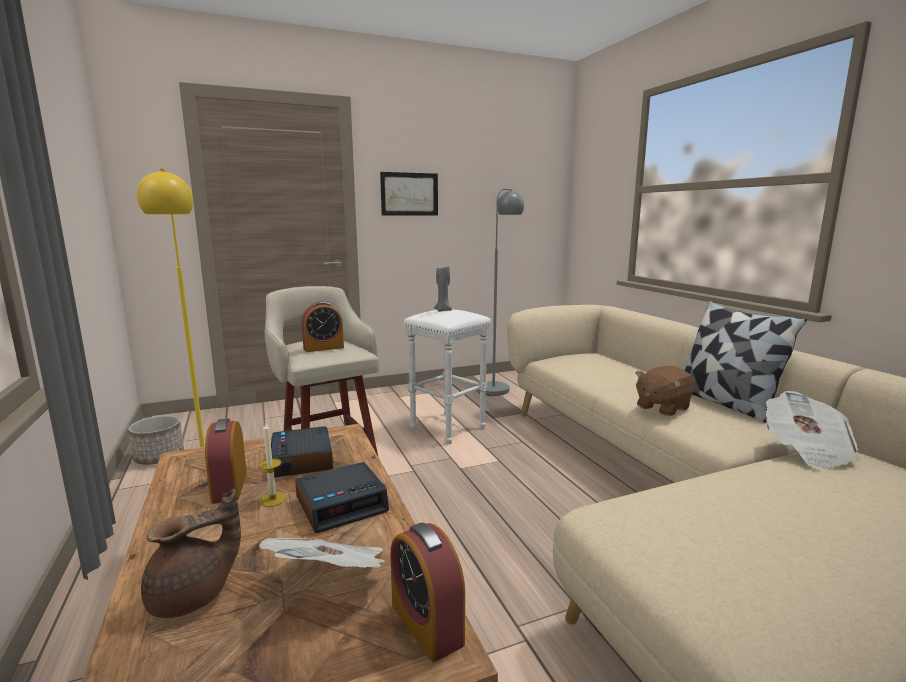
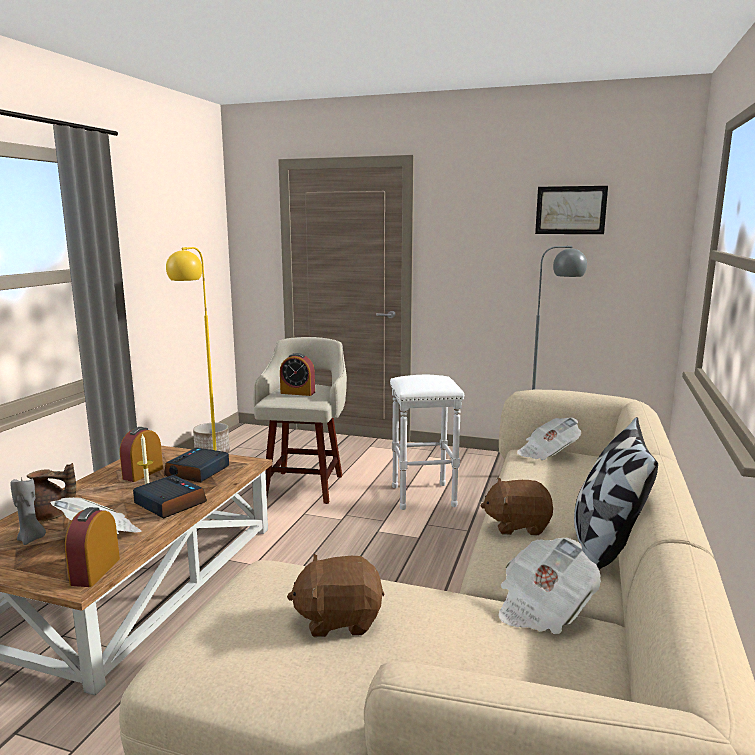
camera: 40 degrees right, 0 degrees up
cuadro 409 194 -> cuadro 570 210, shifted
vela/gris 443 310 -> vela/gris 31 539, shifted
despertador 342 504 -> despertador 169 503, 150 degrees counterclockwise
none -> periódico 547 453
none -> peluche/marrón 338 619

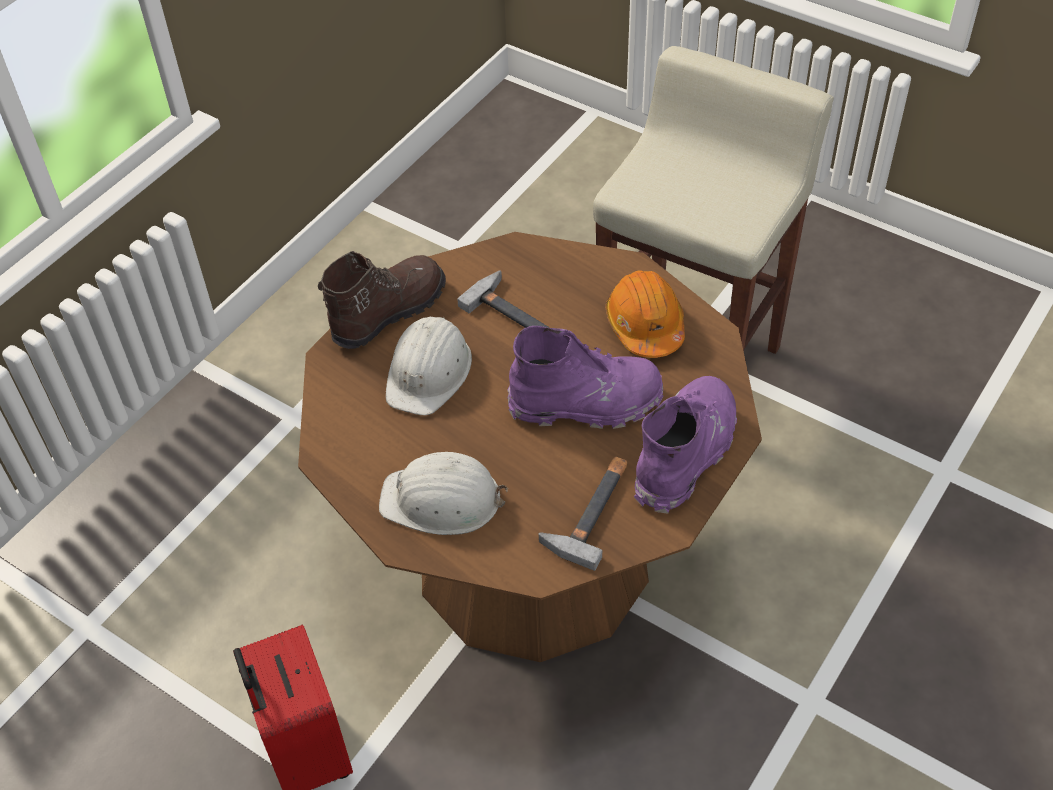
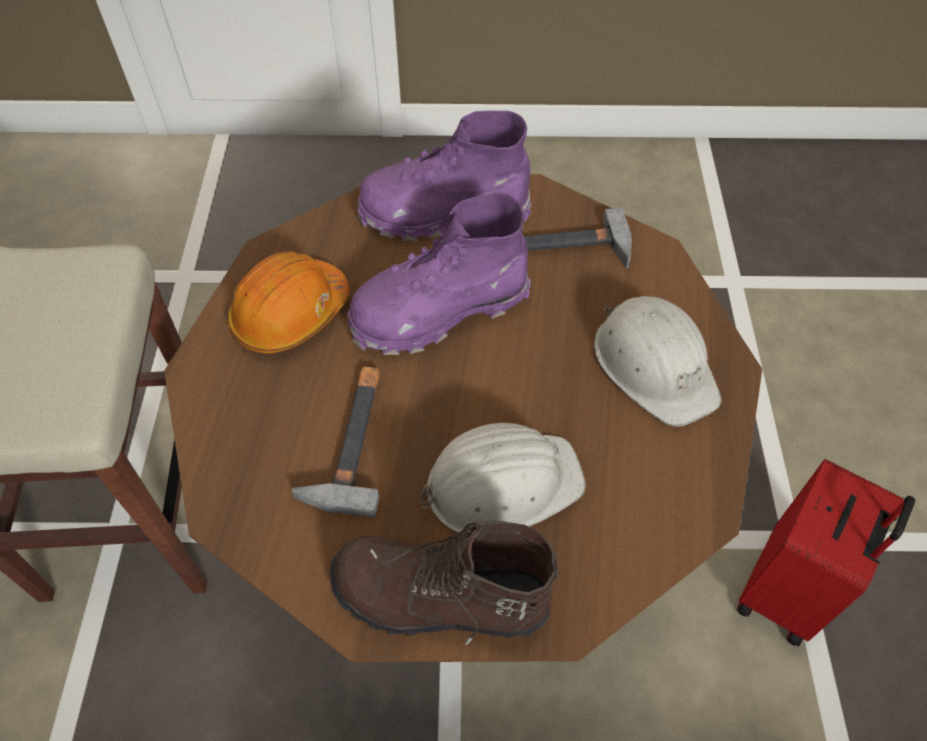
camera: 125 degrees left, 5 degrees up
bota/morado 586 404 -> bota/morado 438 311, 75 degrees counterclockwise

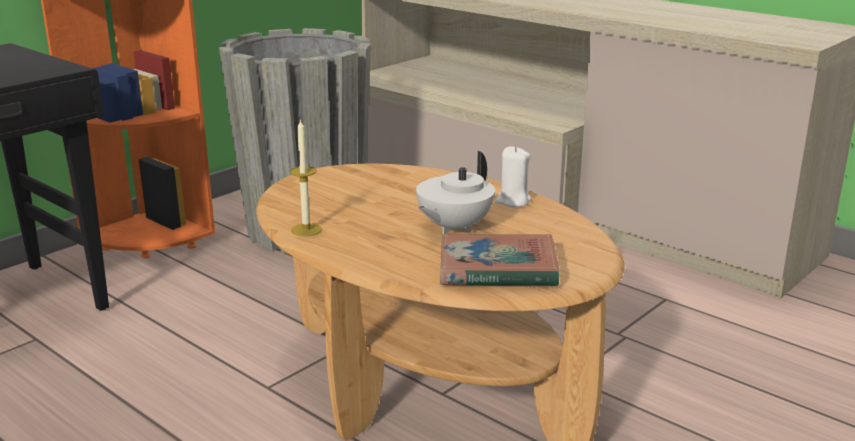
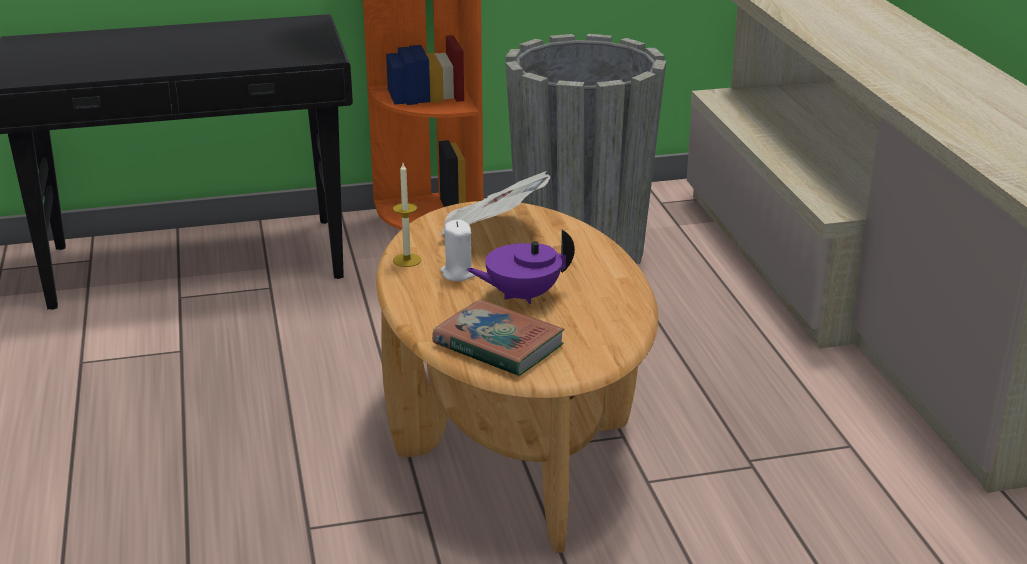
camera: 35 degrees right, 5 degrees up
vela/blanco 513 201 -> vela/blanco 457 274, shifted
tetera/blanco 453 227 -> tetera/morado 522 295
none -> periódico 491 232

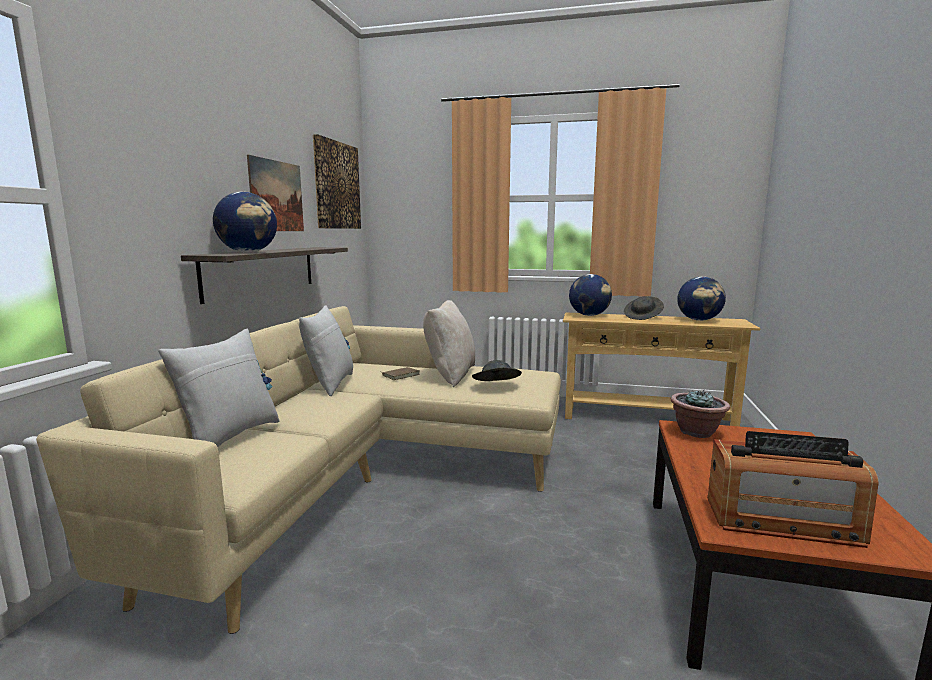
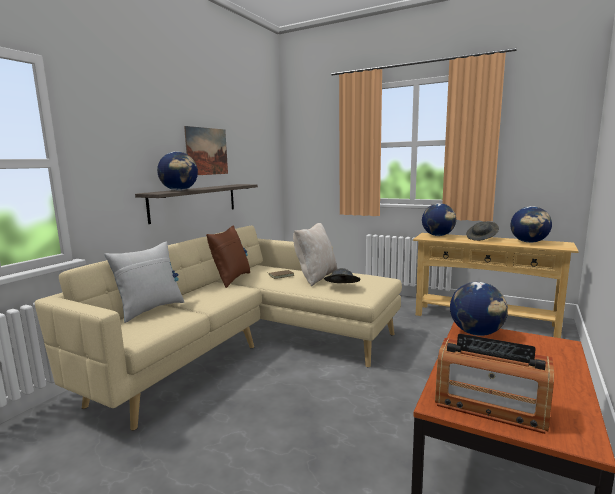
camera: 15 degrees right, 0 degrees up
cuadro 336 185 -> none
cojín/gris 330 385 -> cojín/marrón 231 279
planta en maceta 696 432 -> globo terráqueo 476 333

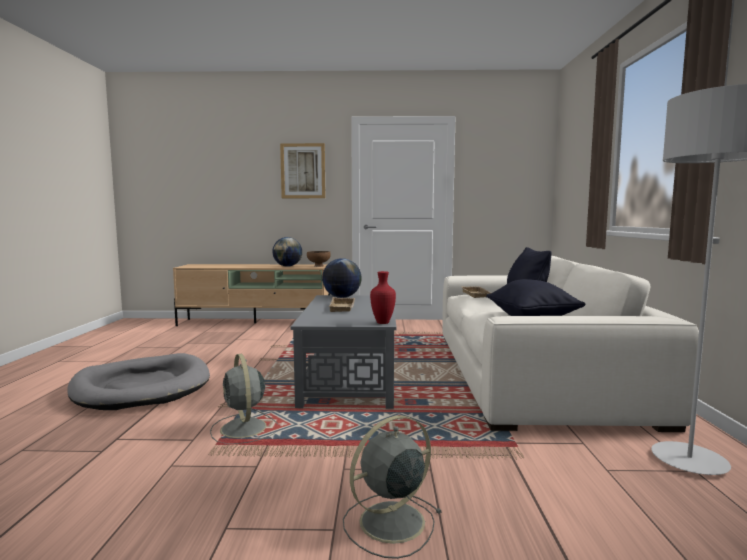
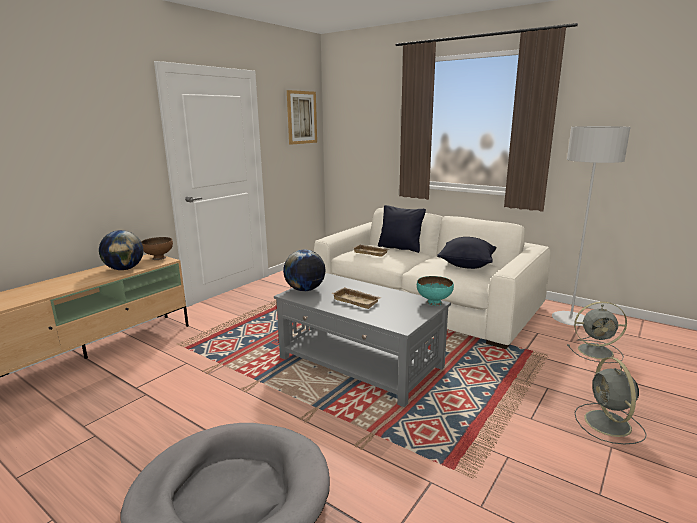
camera: 55 degrees left, 10 degrees up
cuadro 303 171 -> cuadro 302 117, shifted
florero/rojo 383 322 -> cuenco/turquesa 433 302
ventilador/gris 244 429 -> ventilador/gris 597 351, shifted

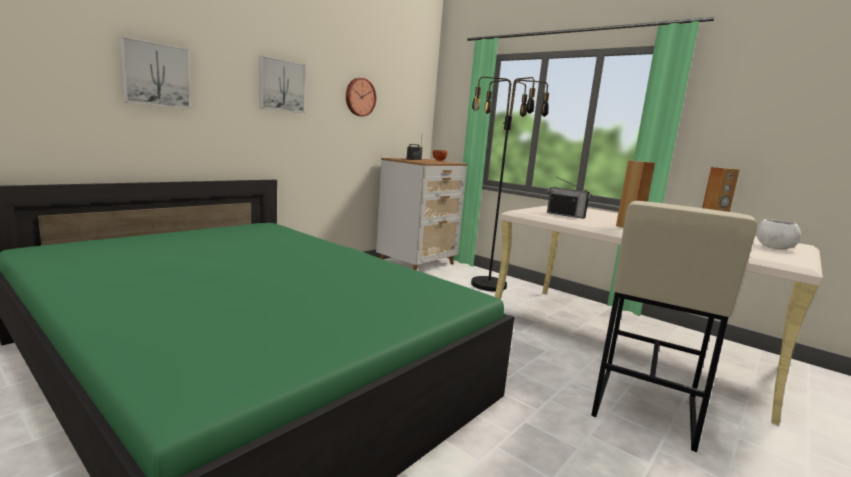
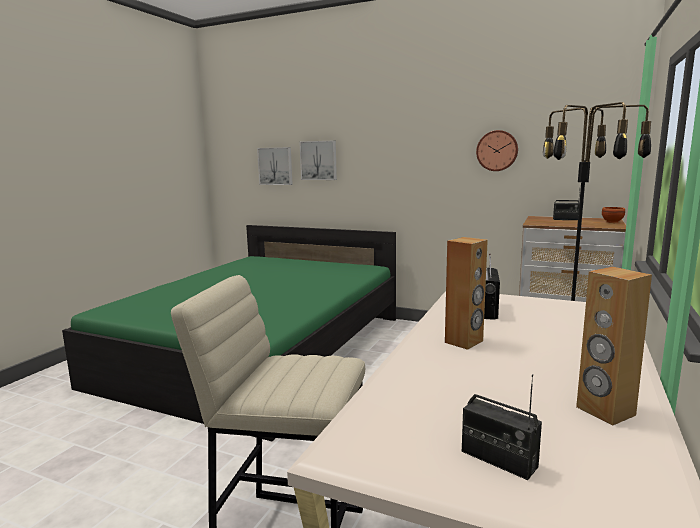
camera: 75 degrees right, 0 degrees up
cuadro 281 85 -> cuadro 276 166, shifted
cuenco/blanco 774 248 -> radio 498 459

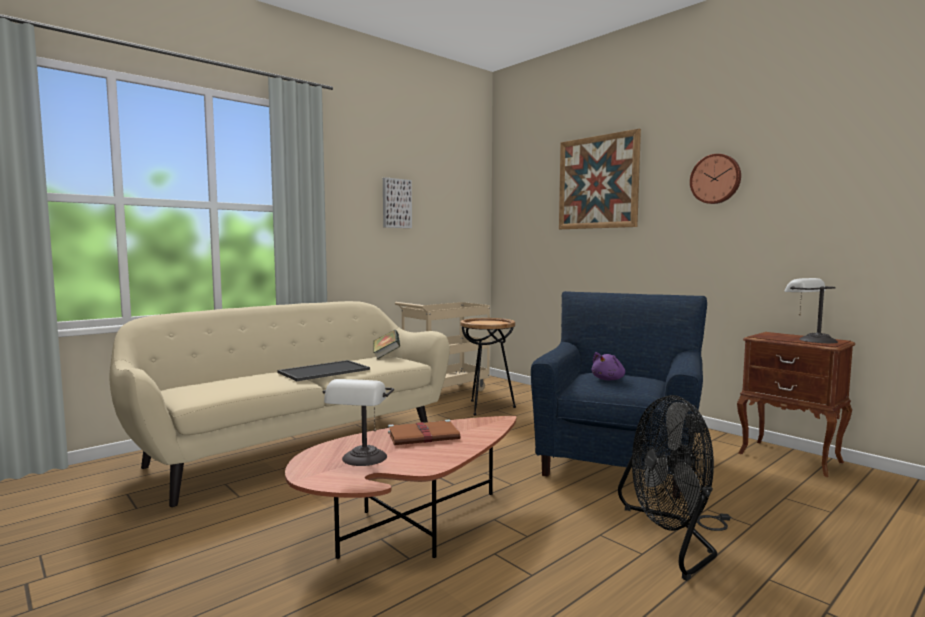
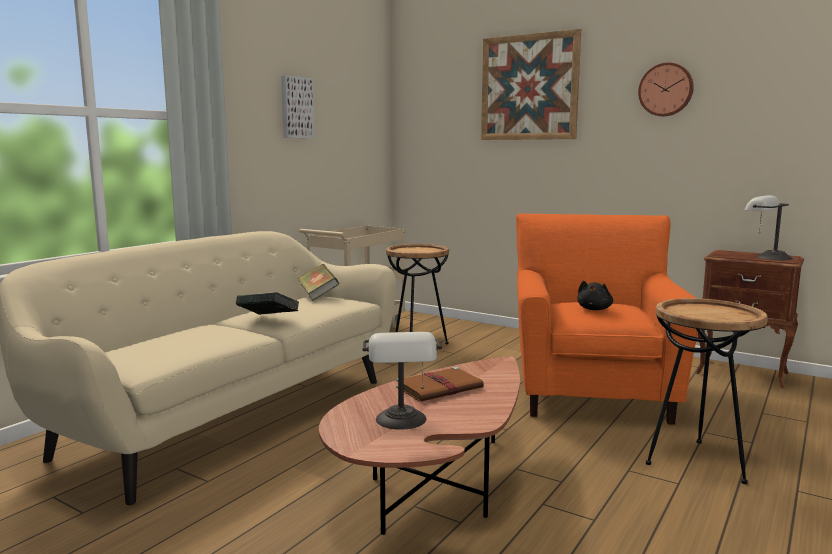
camera: 15 degrees left, 5 degrees up
sillón/azul 617 460 -> sillón/naranja 592 392
peluche/morado 608 379 -> peluche/negro 594 309
bandeja 324 371 -> libro 268 320
ventilador/negro 676 536 -> mesa auxiliar/marrón 696 462

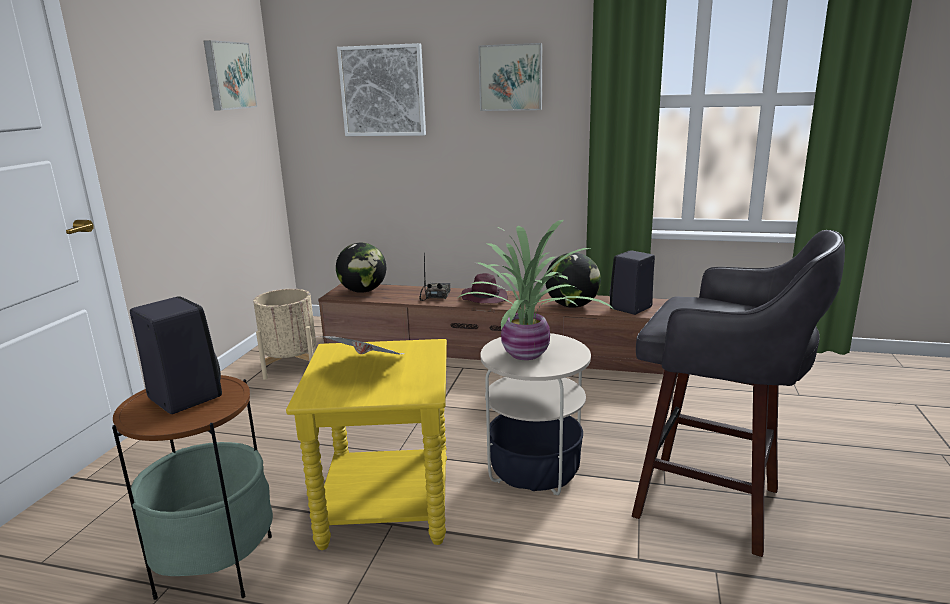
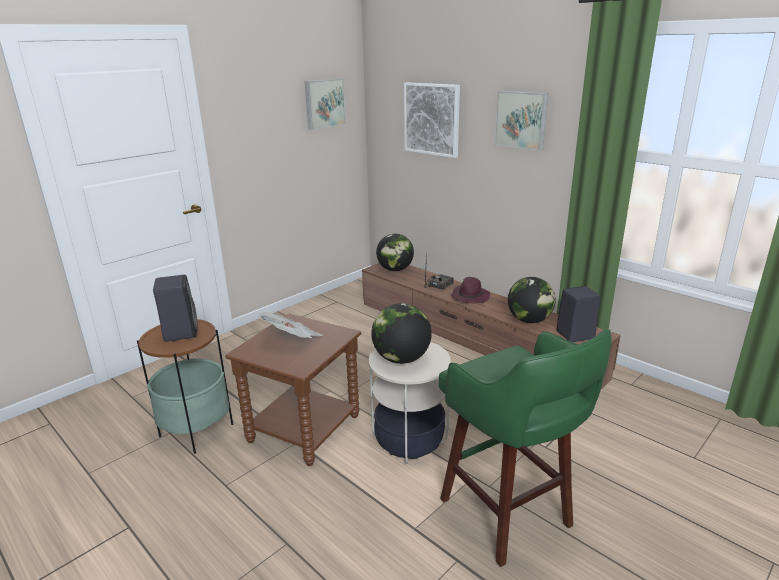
camera: 30 degrees right, 5 degrees up
planta en maceta 527 355 -> globo terráqueo 401 359
taburete/gris 714 506 -> taburete/verde 508 517
maceta/beis 291 366 -> none
mesa auxiliar/amarillo 388 505 -> mesa auxiliar/marrón 304 429

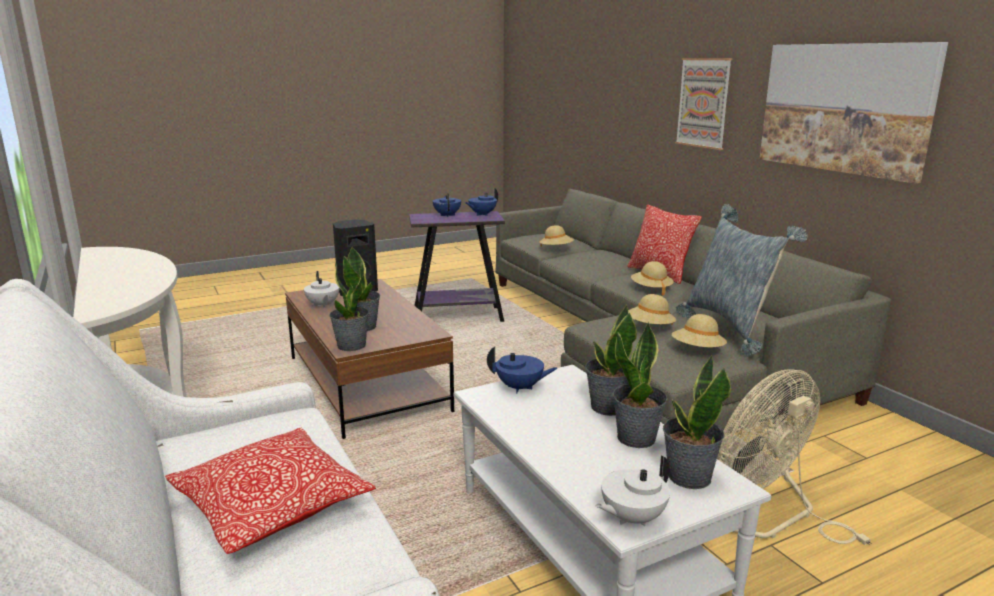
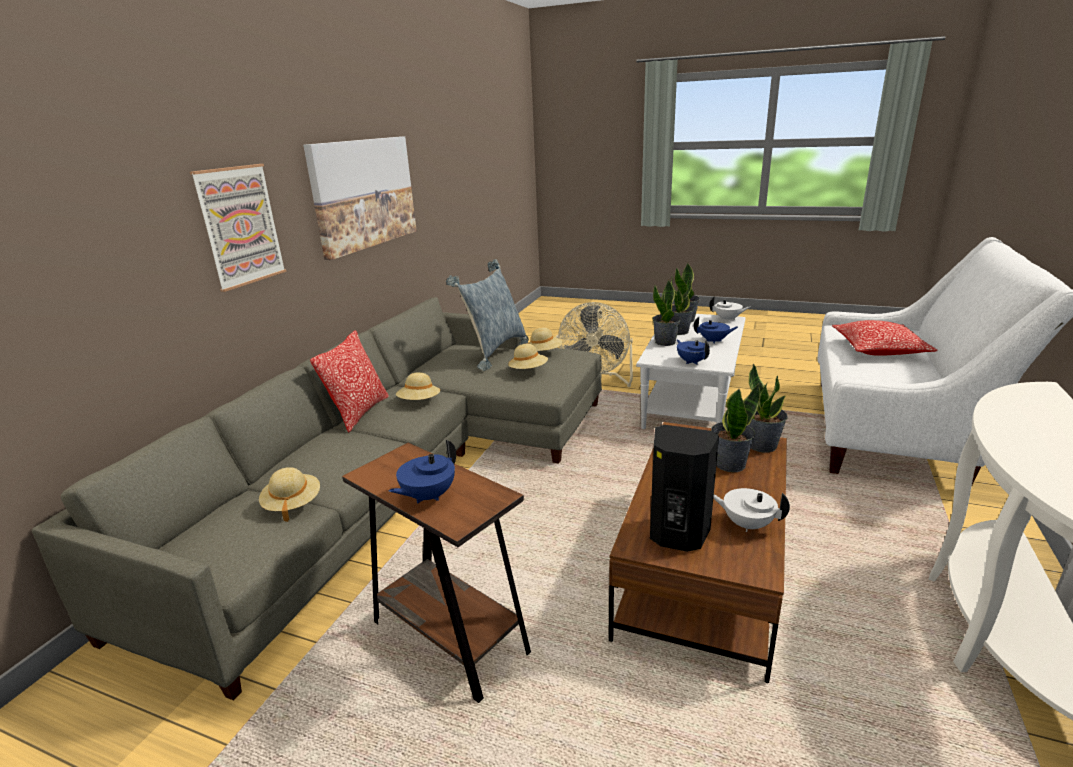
camera: 130 degrees left, 5 degrees up
tetera/azul 482 214 -> tetera/azul 714 341, shifted
mesa auxiliar/morado 458 317 -> mesa auxiliar/marrón 449 636
tetera/blanco 322 305 -> tetera/blanco 747 524, 90 degrees counterclockwise

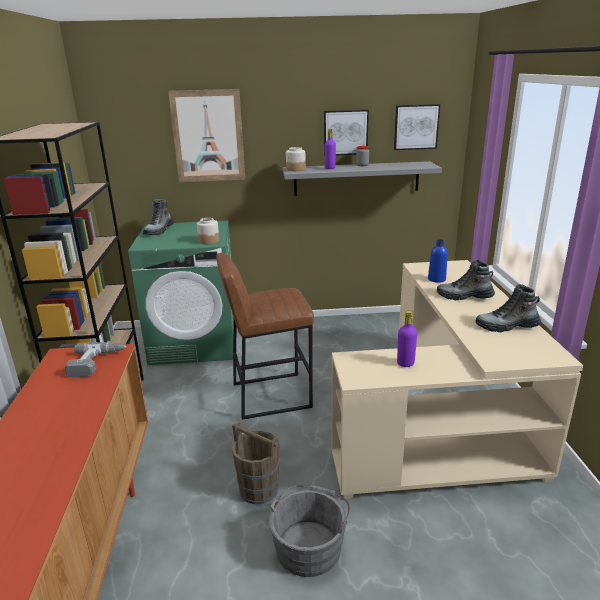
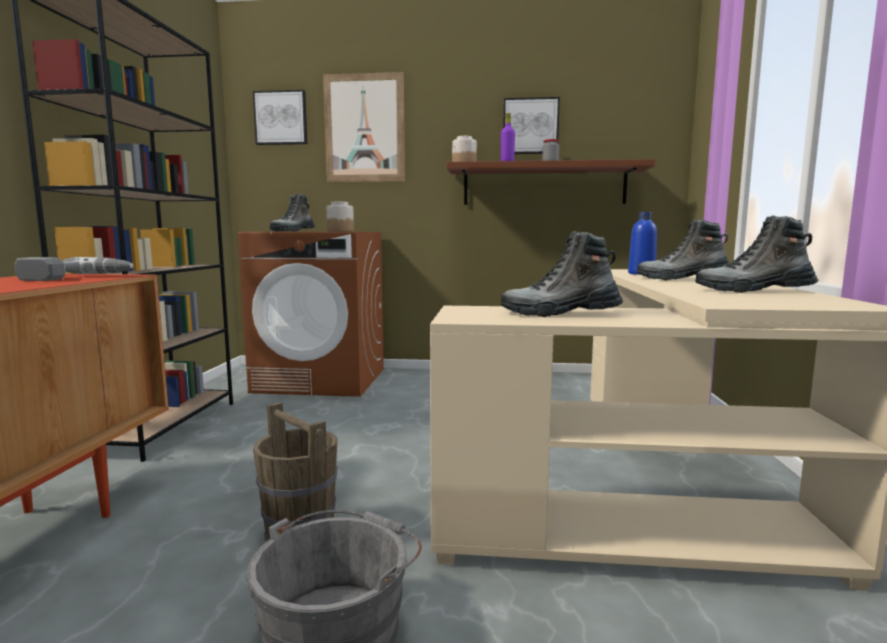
camera: 10 degrees right, 15 degrees down
cuadro 416 127 -> cuadro 281 118, shifted
estante/gris 356 178 -> estante/marrón 544 185
lavadora/verde 196 342 -> lavadora/marrón 322 380
taburete/marrón 270 395 -> none
botella/morado 405 363 -> bota 560 313

